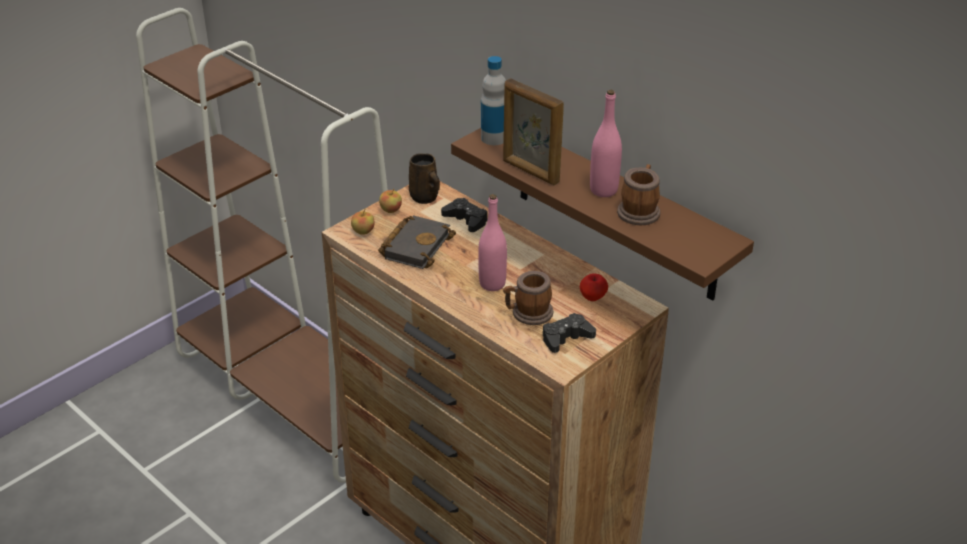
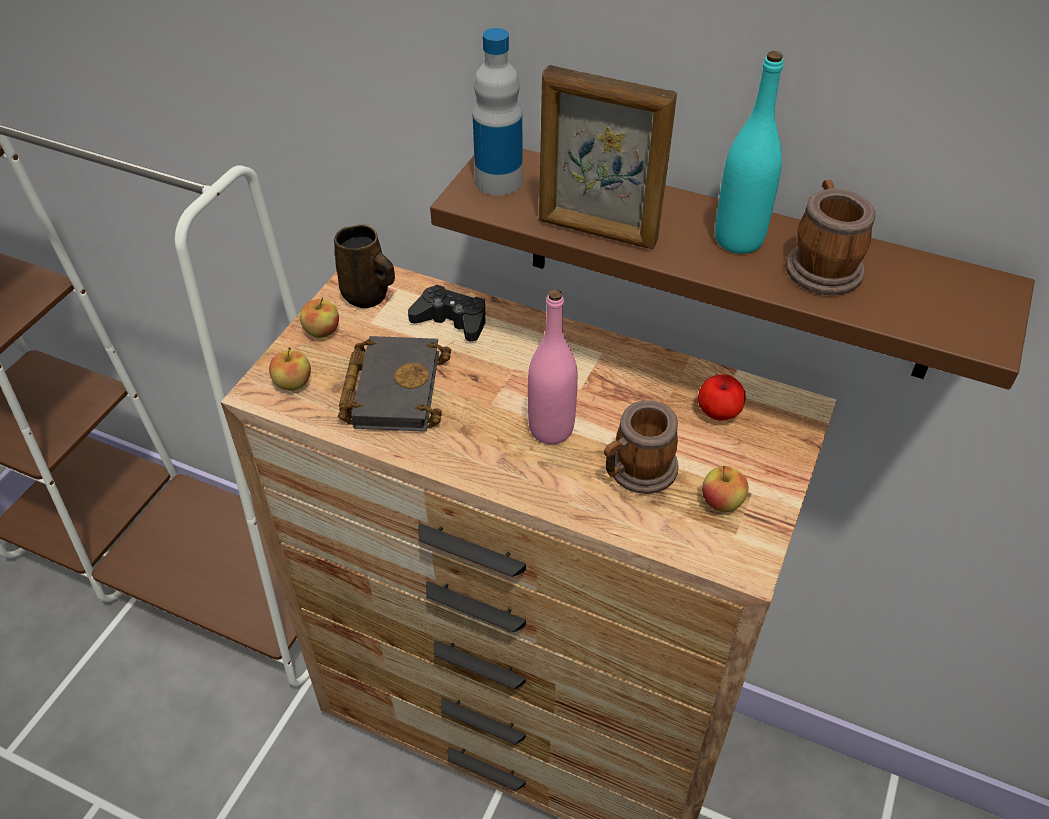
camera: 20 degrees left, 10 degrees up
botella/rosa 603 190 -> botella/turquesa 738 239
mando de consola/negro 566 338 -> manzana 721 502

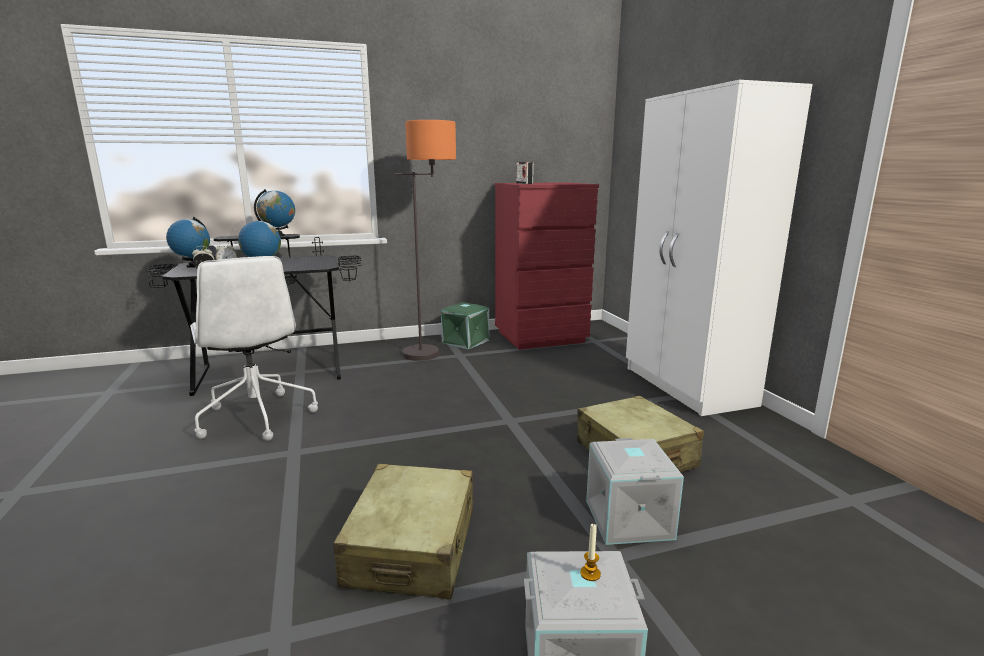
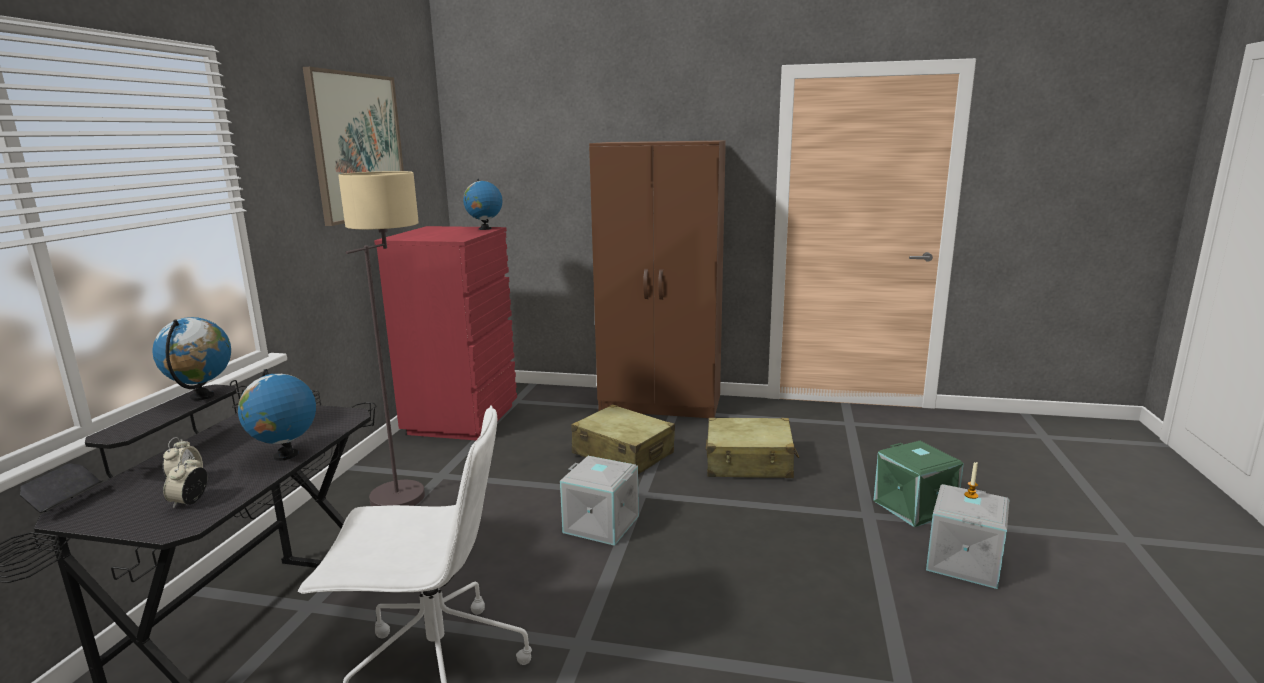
camera: 60 degrees left, 0 degrees up
armario ropero/blanco 687 386 -> armario ropero/marrón 661 404
lámpara de pie/naranja 432 354 -> lámpara de pie/beis 408 491
radio 524 183 -> none
globo terráqueo 193 266 -> globo terráqueo 484 229, shifted
caja de almacenaje/verde 466 342 -> caja de almacenaje/verde 915 507, shifted
caja de almacenaje/gris 627 519 -> caja de almacenaje/gris 600 525, shifted
maleta/beis 412 547 -> maleta/beis 623 454, shifted
none -> cuadro 358 147

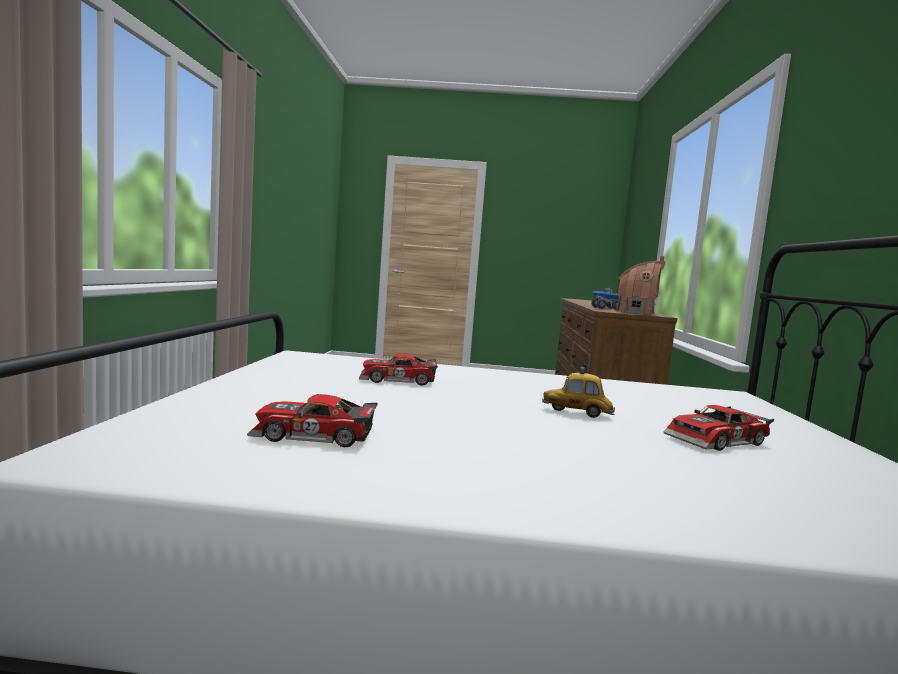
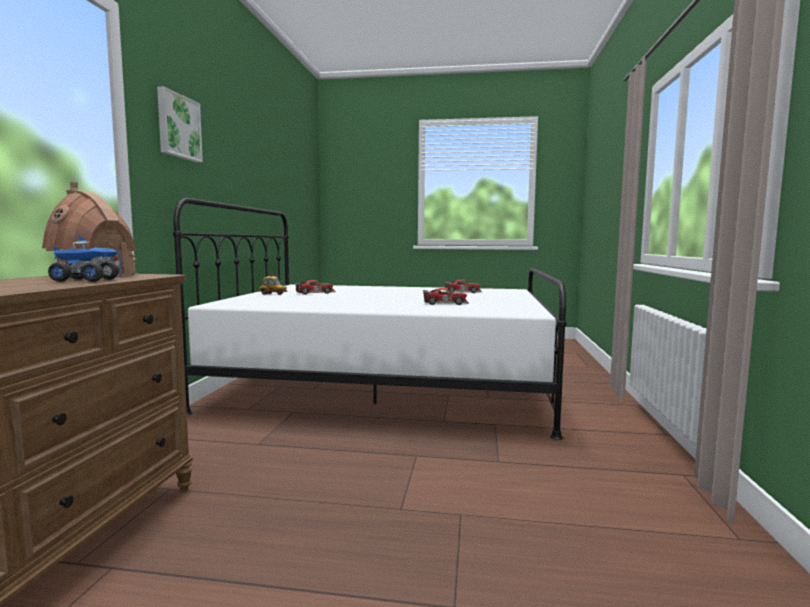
camera: 175 degrees left, 0 degrees up
coche de juguete 577 413 -> coche de juguete 272 294, shifted
none -> cuadro 178 126

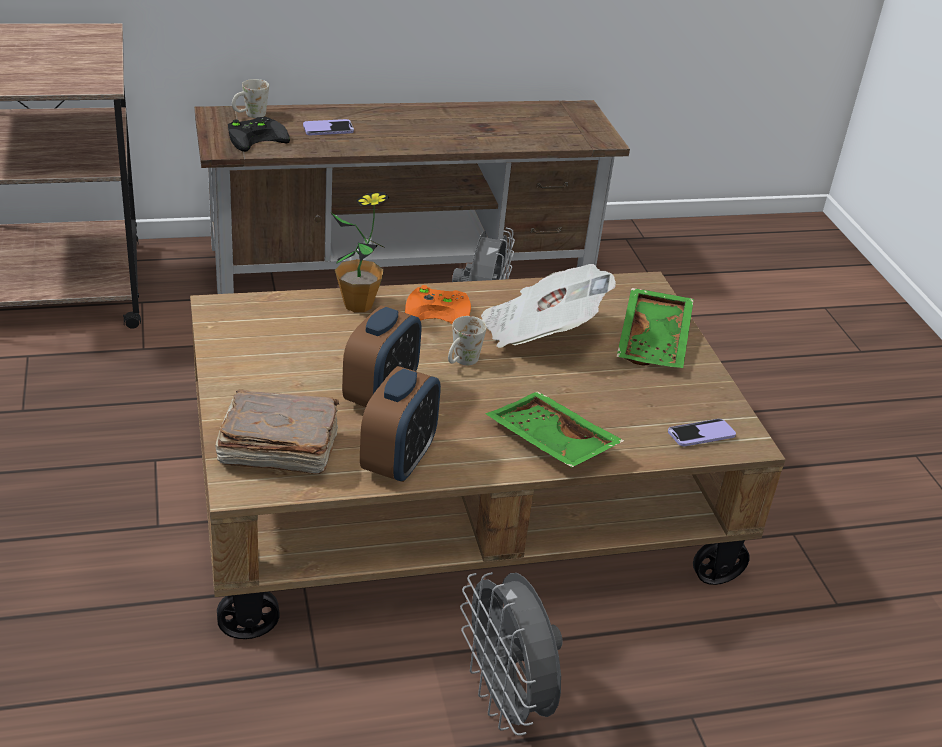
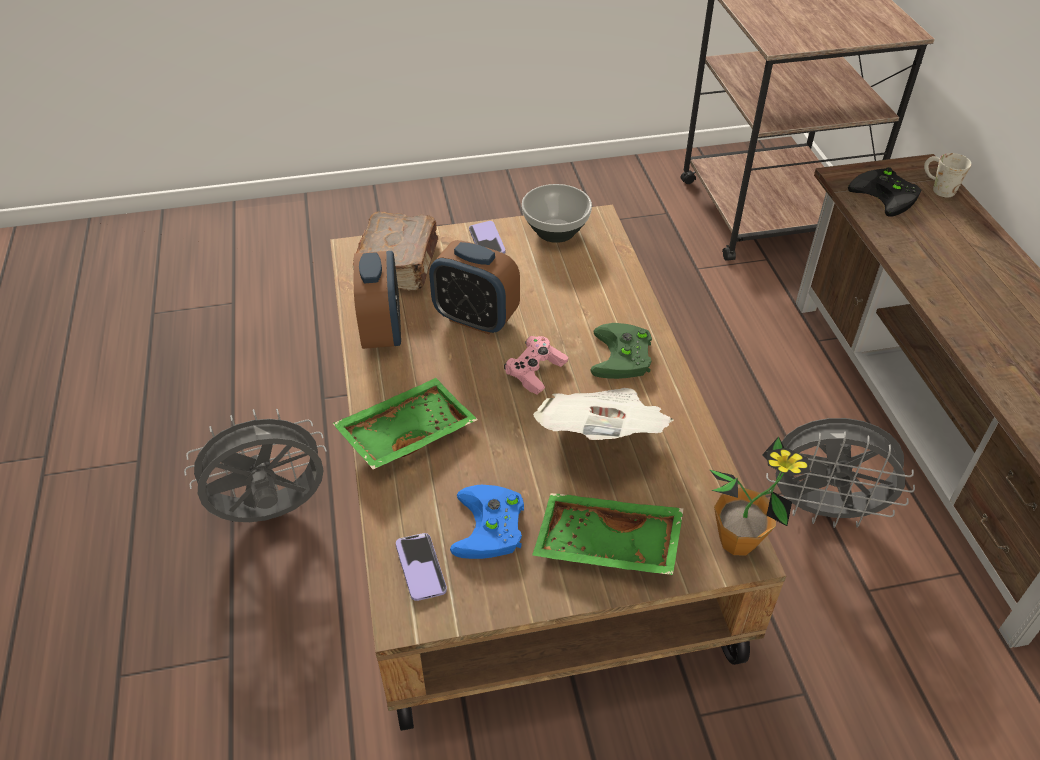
camera: 95 degrees right, 10 degrees up
móvil 328 129 -> móvil 487 241, shifted
planta en maceta 358 304 -> planta en maceta 737 541, shifted
mando de consola/naranja 440 312 -> mando de consola/verde 624 357
taza grande/blanco 461 362 -> mando de consola/rosa 535 372
despertador 398 461 -> despertador 382 331, 120 degrees counterclockwise
none -> cuenco 555 232
none -> mando de consola/azul 491 528

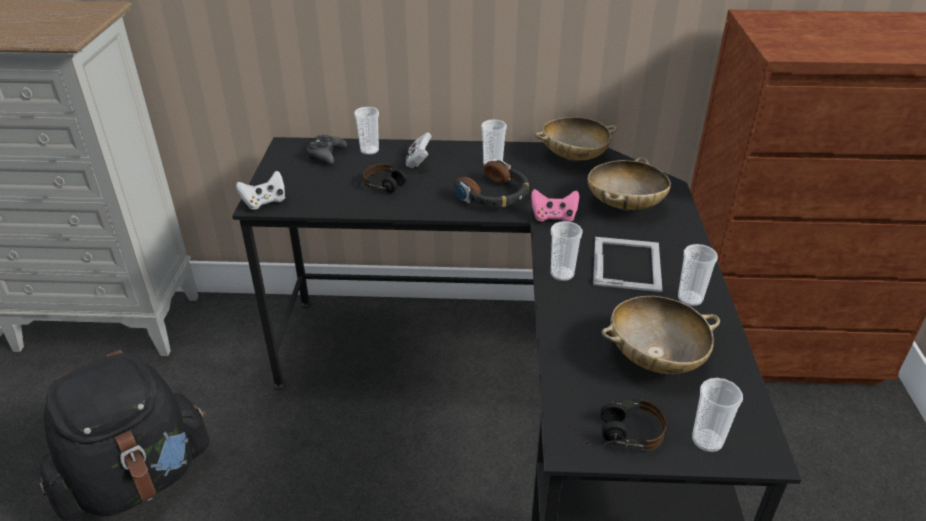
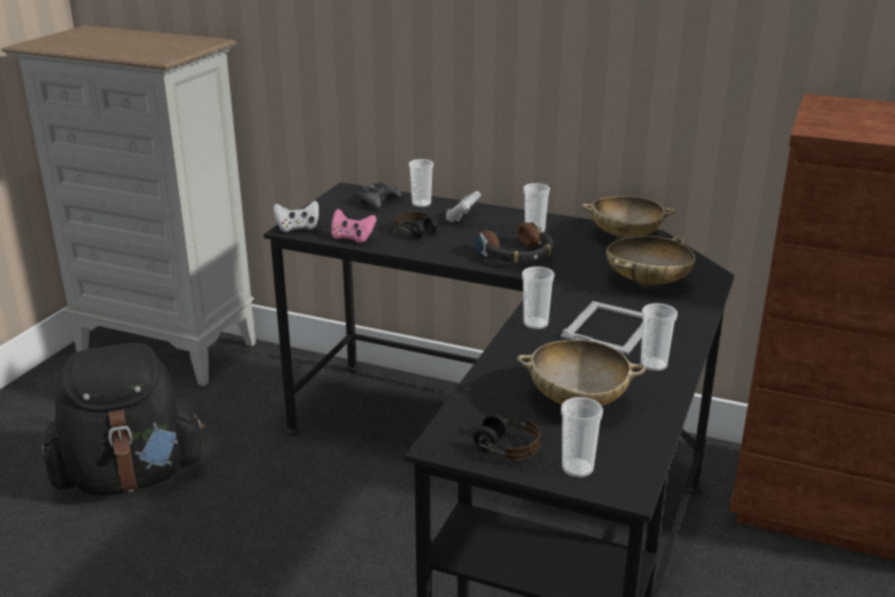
camera: 20 degrees right, 10 degrees down
mando de consola/rosa 553 217 -> mando de consola/rosa 352 238, shifted

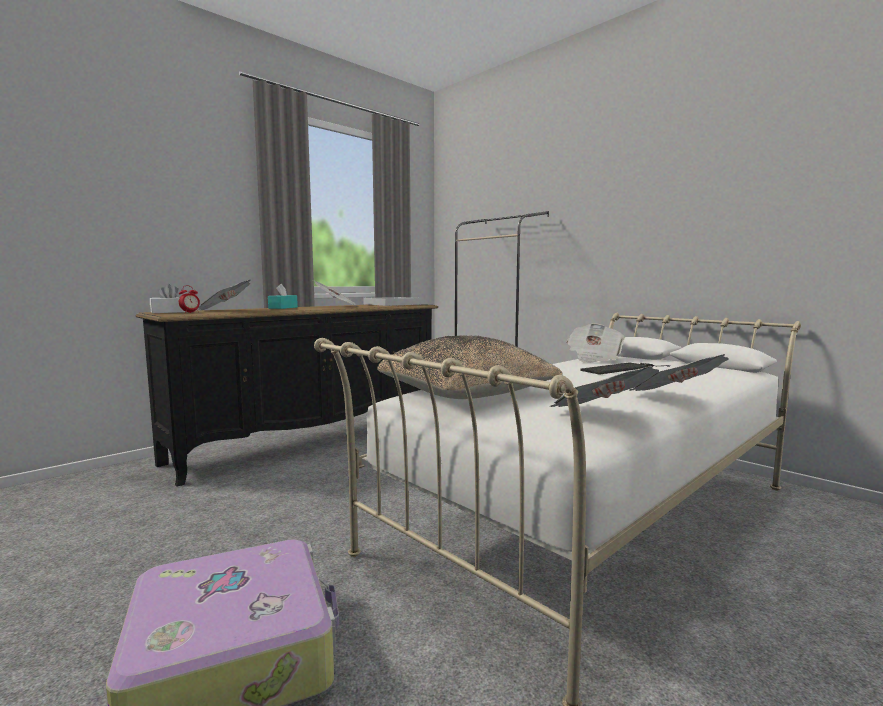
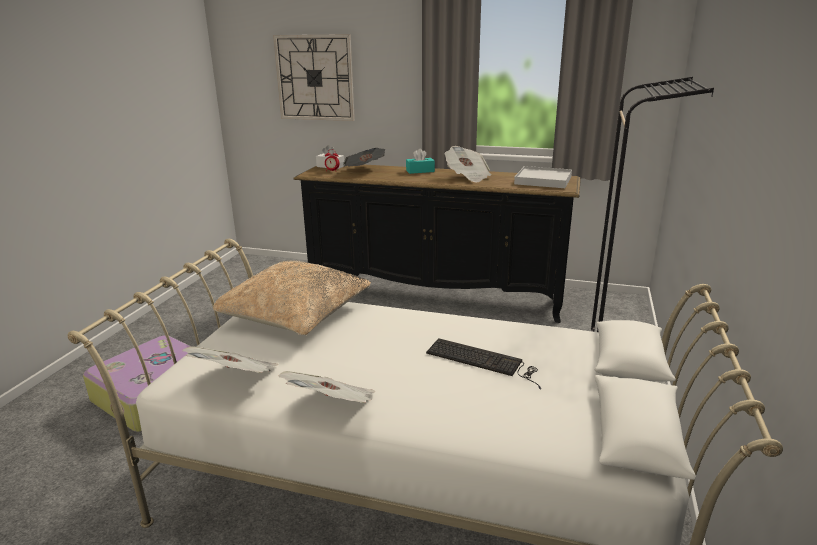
camera: 60 degrees right, 15 degrees up
periódico 594 358 -> none
none -> reloj de pared 315 78

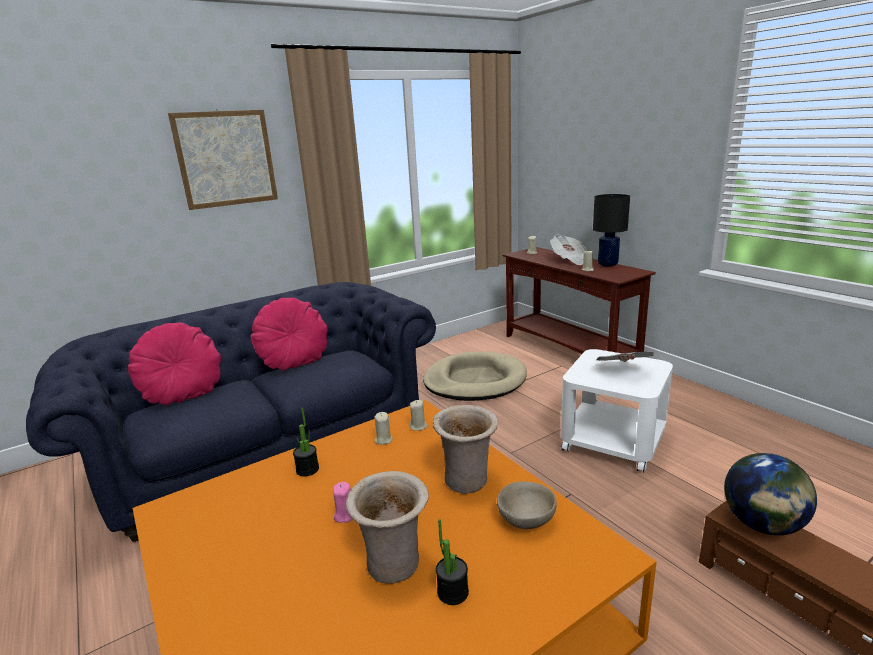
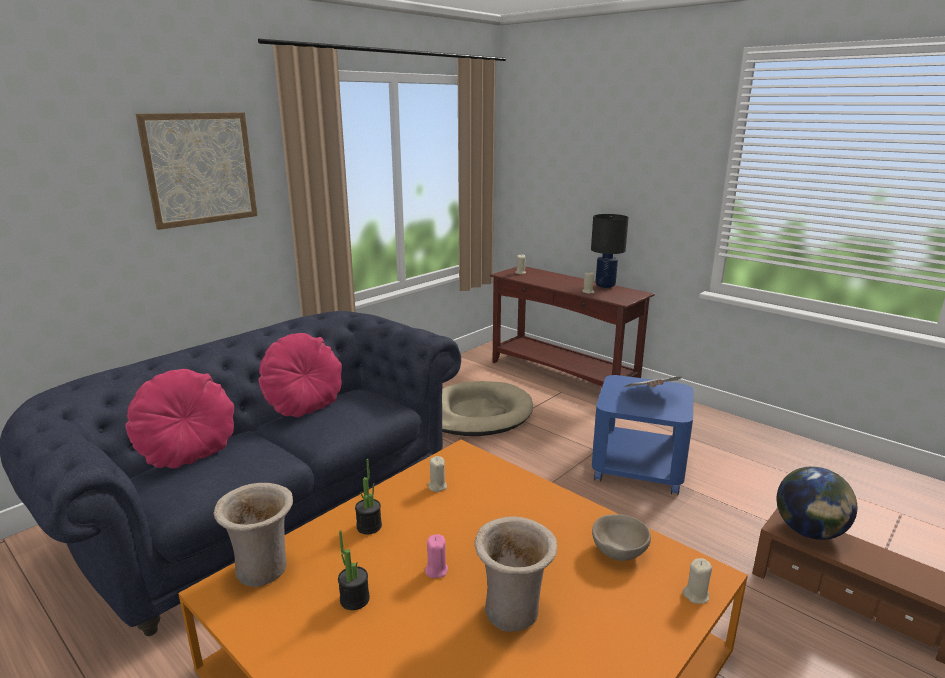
camera: 15 degrees left, 0 degrees up
periódico 570 260 -> none
mesa auxiliar/blanco 613 440 -> mesa auxiliar/azul 638 466
vela/beis 418 426 -> vela/beis 696 595, shifted
florero/beis 468 480 -> florero/beis 264 569, shifted
planta en maceta 453 592 -> planta en maceta 354 599, shifted

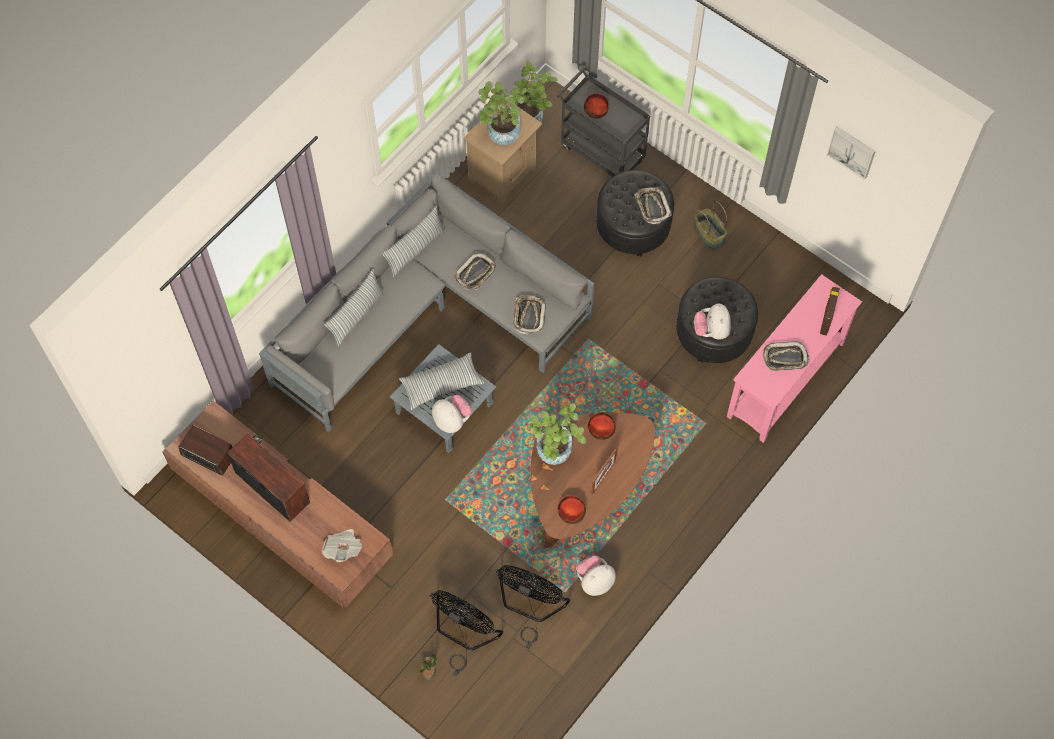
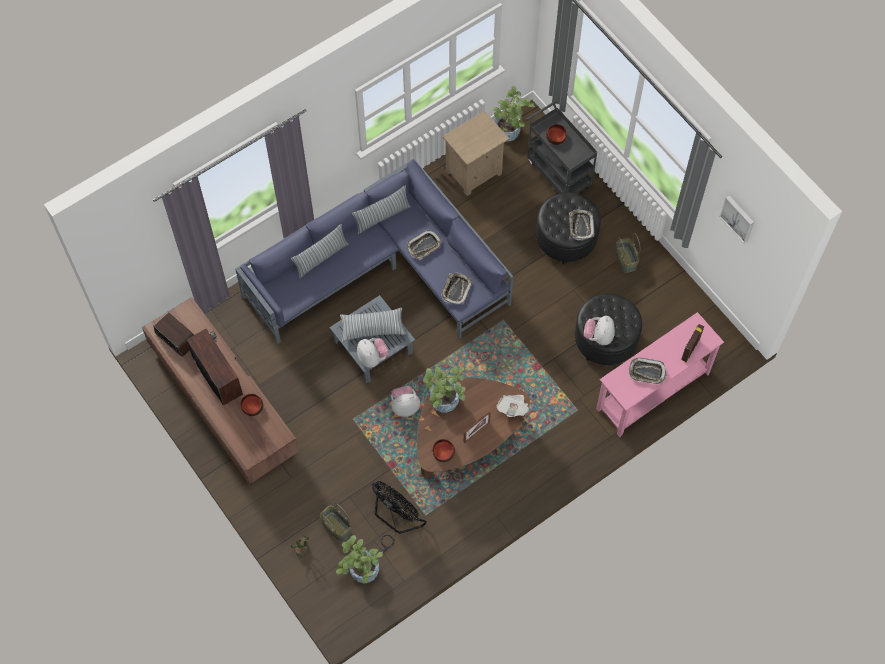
camera: 15 degrees right, 0 degrees up
planta en maceta 501 135 -> planta en maceta 361 573, shifted
sofá/gris 431 331 -> sofá/azul 381 284
cuenco 601 428 -> cuenco 252 406, shifted
periódico 343 549 -> periódico 513 408, shifted
peluche 594 581 -> peluche 405 406, shifted
ventilador/negro 462 633 -> cesta 335 527

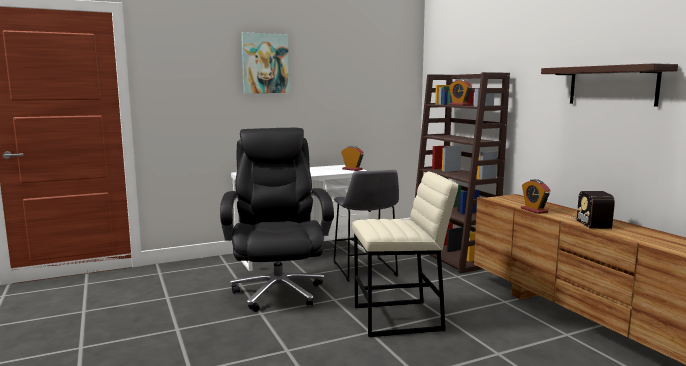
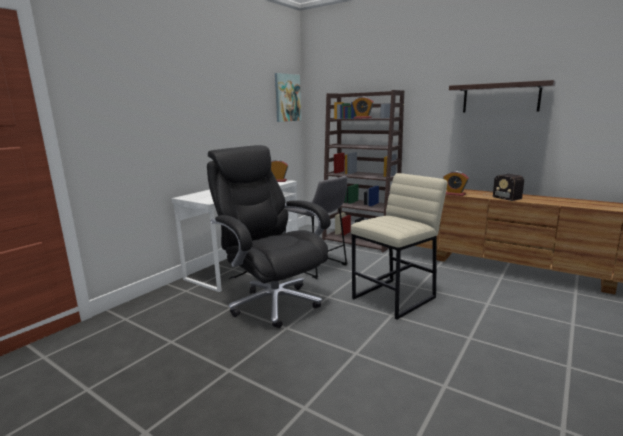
camera: 30 degrees left, 5 degrees up
cuadro 265 63 -> cuadro 287 98, shifted

